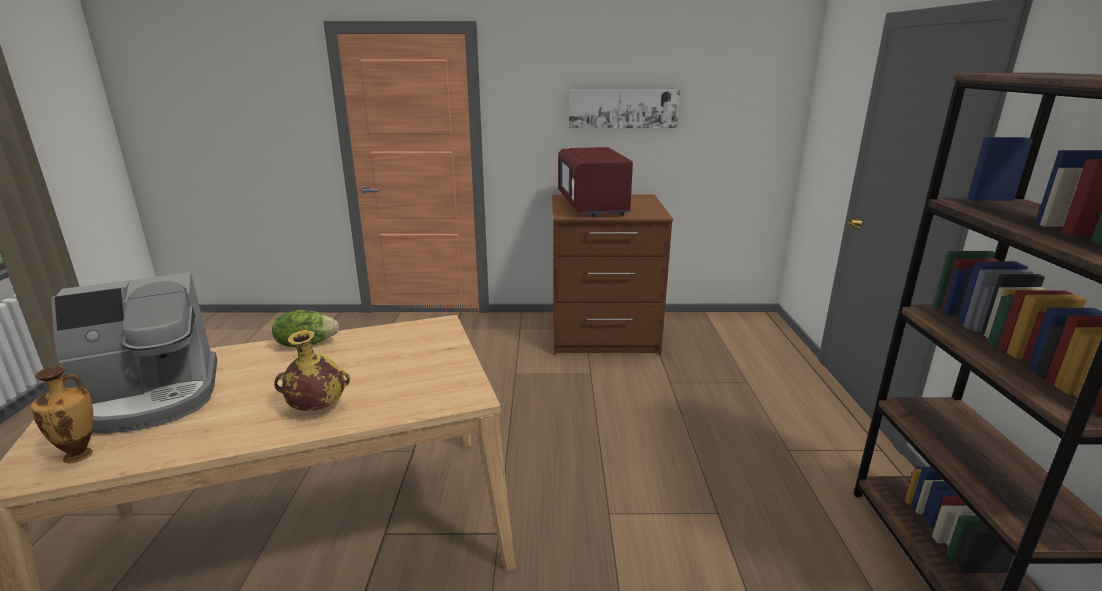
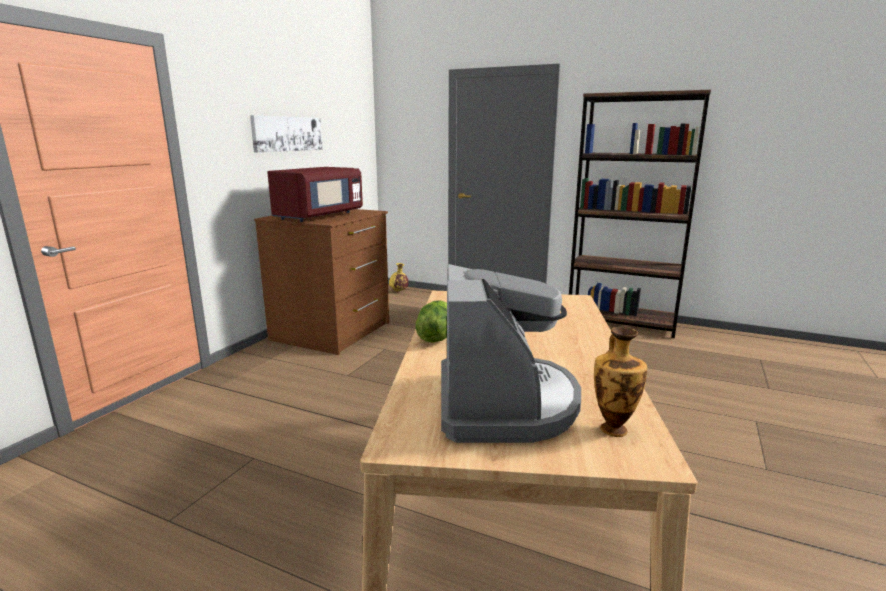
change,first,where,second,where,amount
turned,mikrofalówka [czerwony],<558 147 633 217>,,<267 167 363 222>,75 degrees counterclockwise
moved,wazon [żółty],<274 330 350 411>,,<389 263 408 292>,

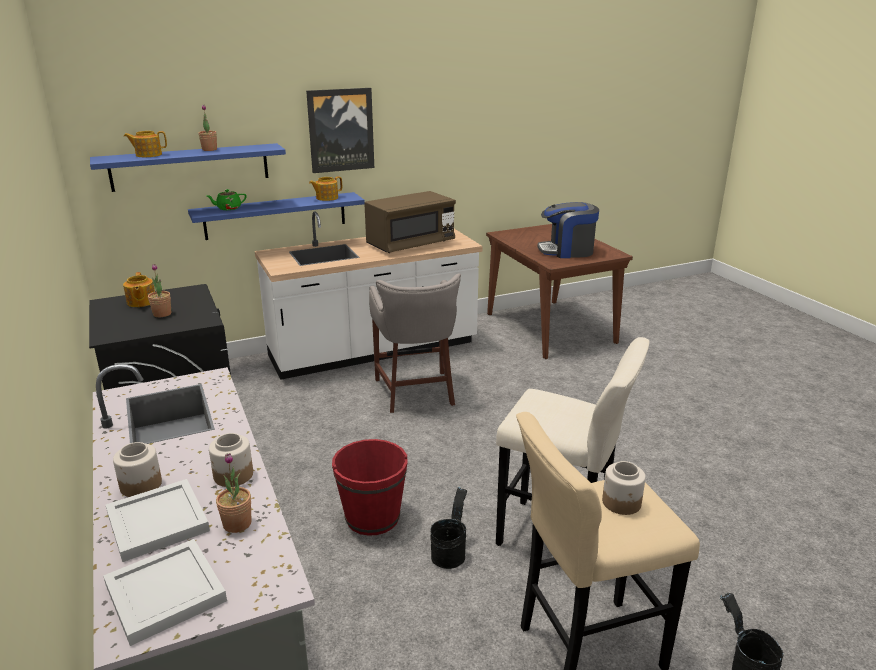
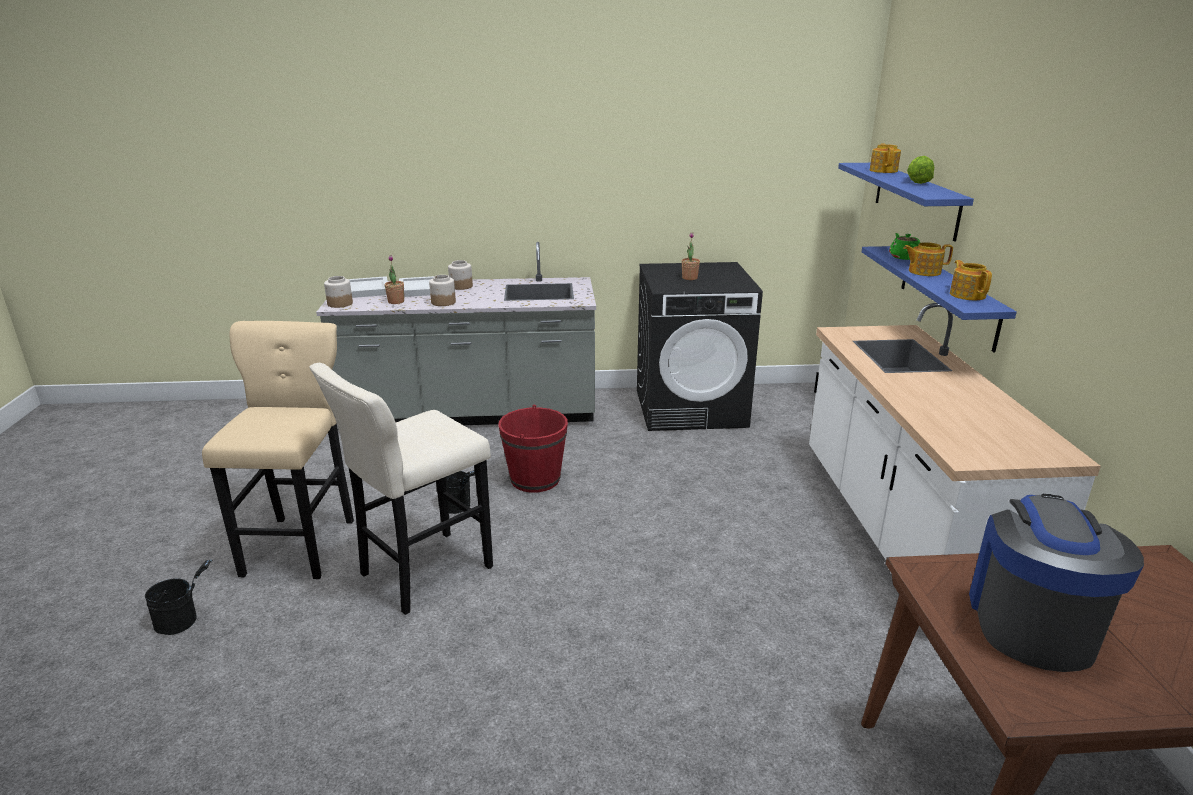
change,first,where,second,where,amount
moved,słoik,<602 461 646 515>,,<324 276 353 308>,
moved,imbryk,<123 272 155 307>,,<903 242 953 276>,
replaced,roślina doniczkowa,<198 105 217 151>,sałata,<907 156 934 184>,
removed,obraz,<306 88 374 173>,,,
removed,mikrofalówka [brązowy],<364 191 456 253>,,,
removed,stołek [szary],<369 273 461 413>,,,

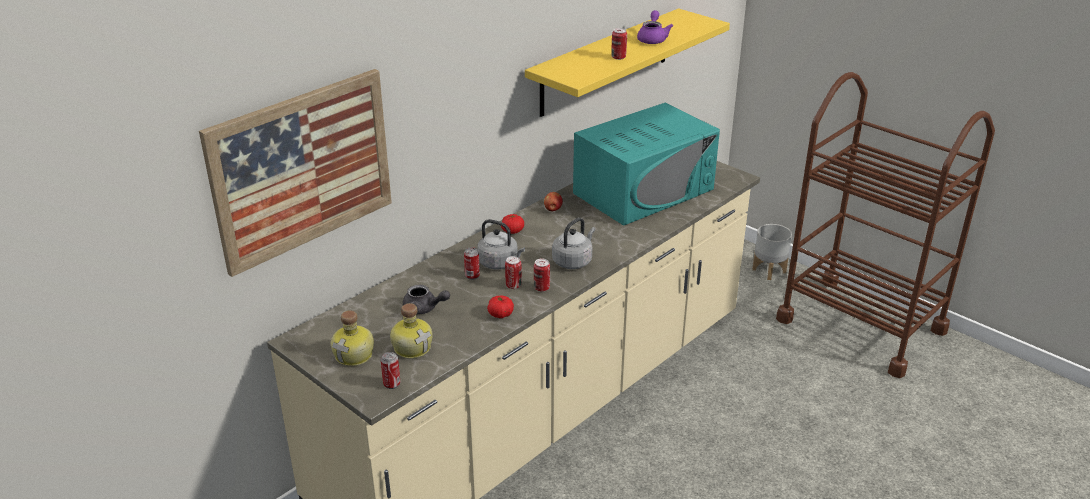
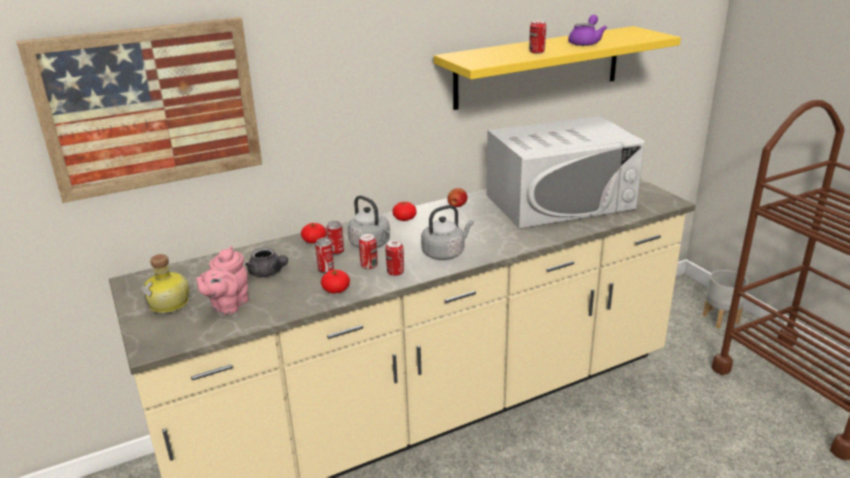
change,first,where,second,where,amount
replaced,butelka,<390 303 433 359>,imbryk [różowy],<196 246 249 315>,
added,,,pomidor,<301 223 327 244>,
moved,puszka,<381 352 400 389>,,<315 238 334 273>,
recoloured,mikrofalówka [turkusowy],<573 103 720 226>,mikrofalówka [biały],<487 116 645 229>,

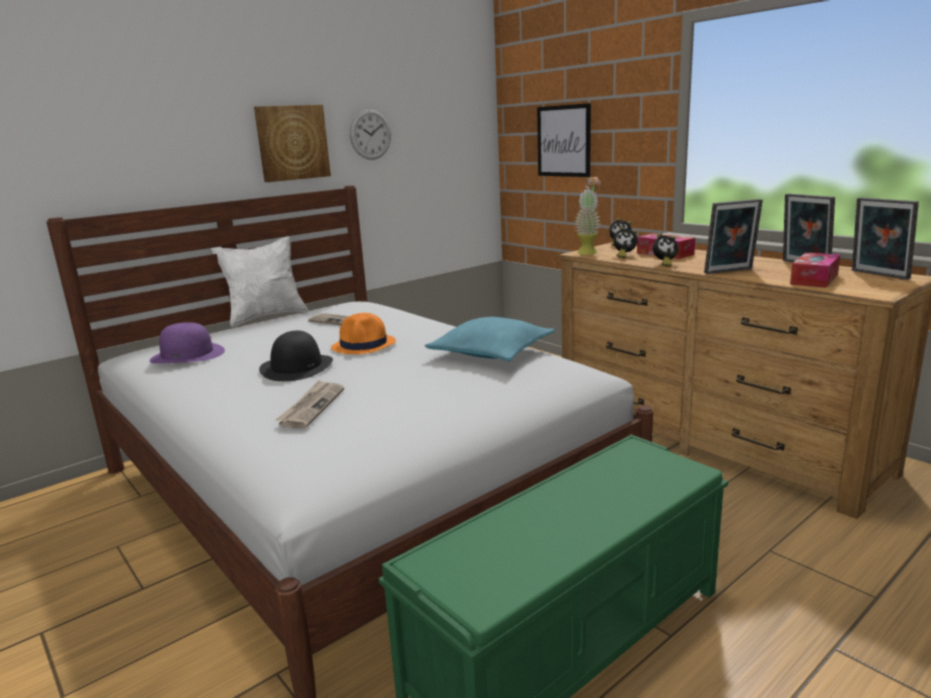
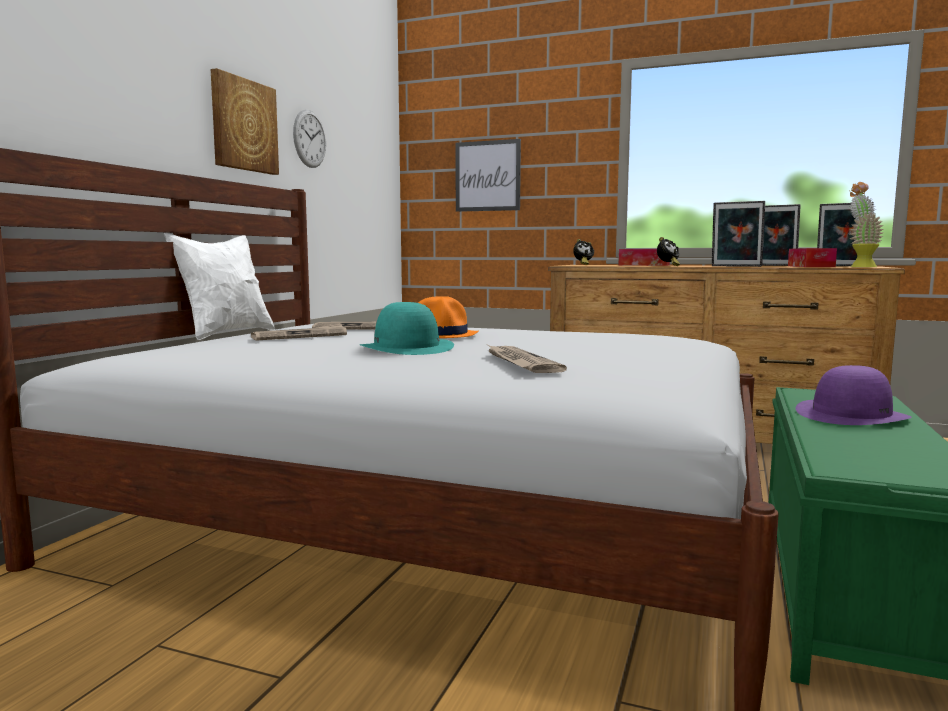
change,first,where,second,where,amount
added,,,gazeta,<251 324 347 341>,
recoloured,kapelusz [czarny],<259 330 333 381>,kapelusz [turkusowy],<360 302 454 355>,
turned,ramka na zdjęcie,<704 199 763 274>,,<712 201 765 267>,75 degrees clockwise
moved,kapelusz [fioletowy],<150 322 225 364>,,<795 365 912 425>,
moved,roślina doniczkowa,<574 177 601 255>,,<850 182 884 267>,
removed,poduszka [turkusowy],<425 317 555 361>,,,
removed,budzik,<613 227 638 258>,,,

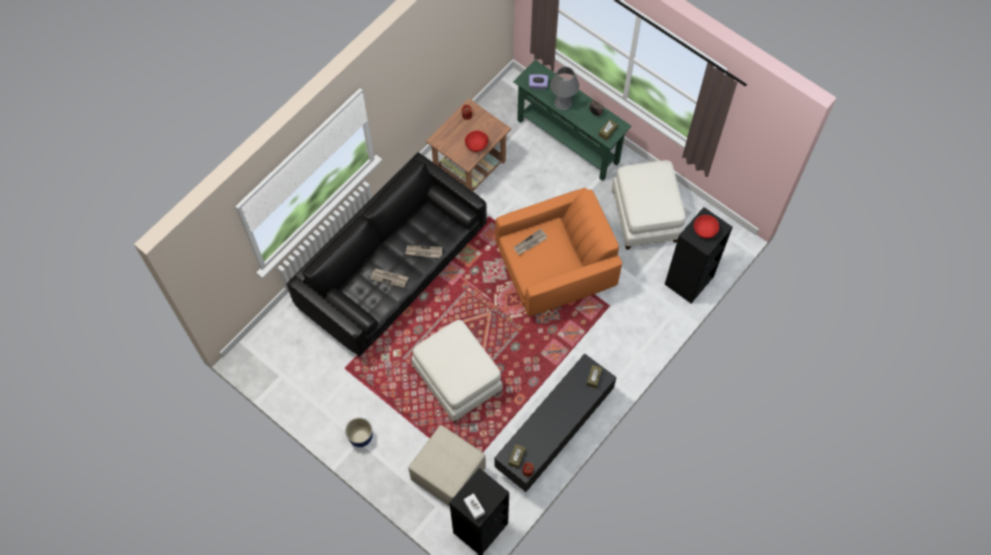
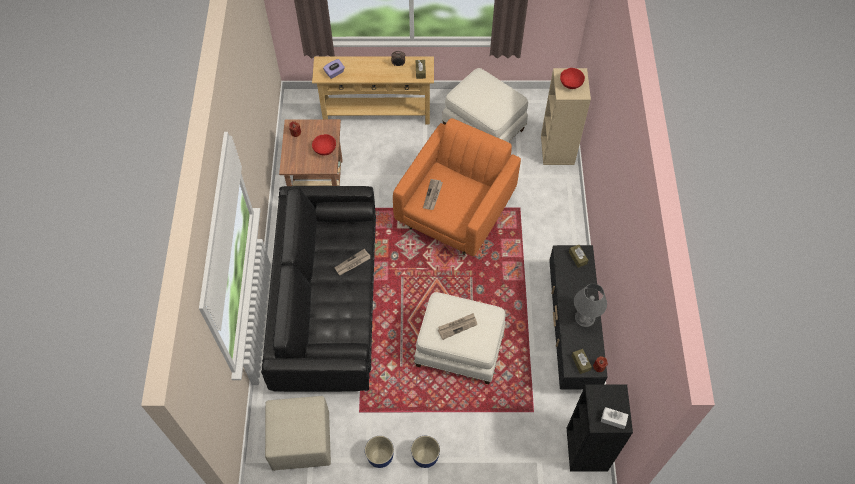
change,first,where,second,where,amount
moved,pufa [beżowy],<408 425 486 507>,,<265 396 331 471>,
recoloured,stolik konsolowy [zielony],<513 60 632 181>,stolik konsolowy [beżowy],<312 56 434 124>,
added,,,donica,<365 436 394 468>,
moved,gazeta,<370 268 409 288>,,<438 313 477 340>,
recoloured,regał [czarny],<665 207 733 303>,regał [beżowy],<541 68 591 165>,
moved,lampa stołowa [szary],<550 67 579 110>,,<574 284 607 327>,

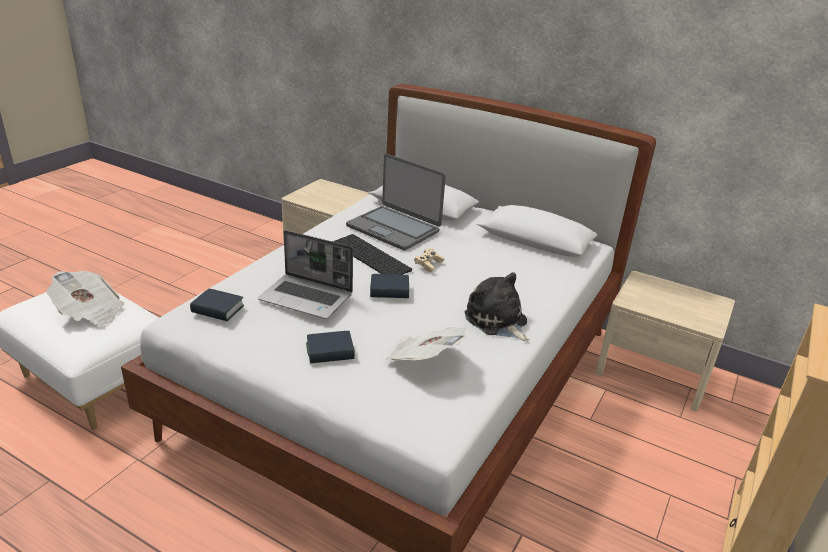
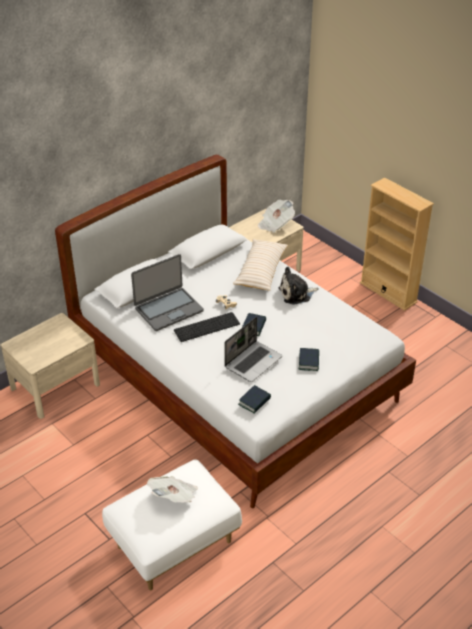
change,first,where,second,where,amount
added,,,poduszka [beżowy],<233 239 288 291>,
moved,gazeta,<386 327 467 361>,,<258 200 295 233>,

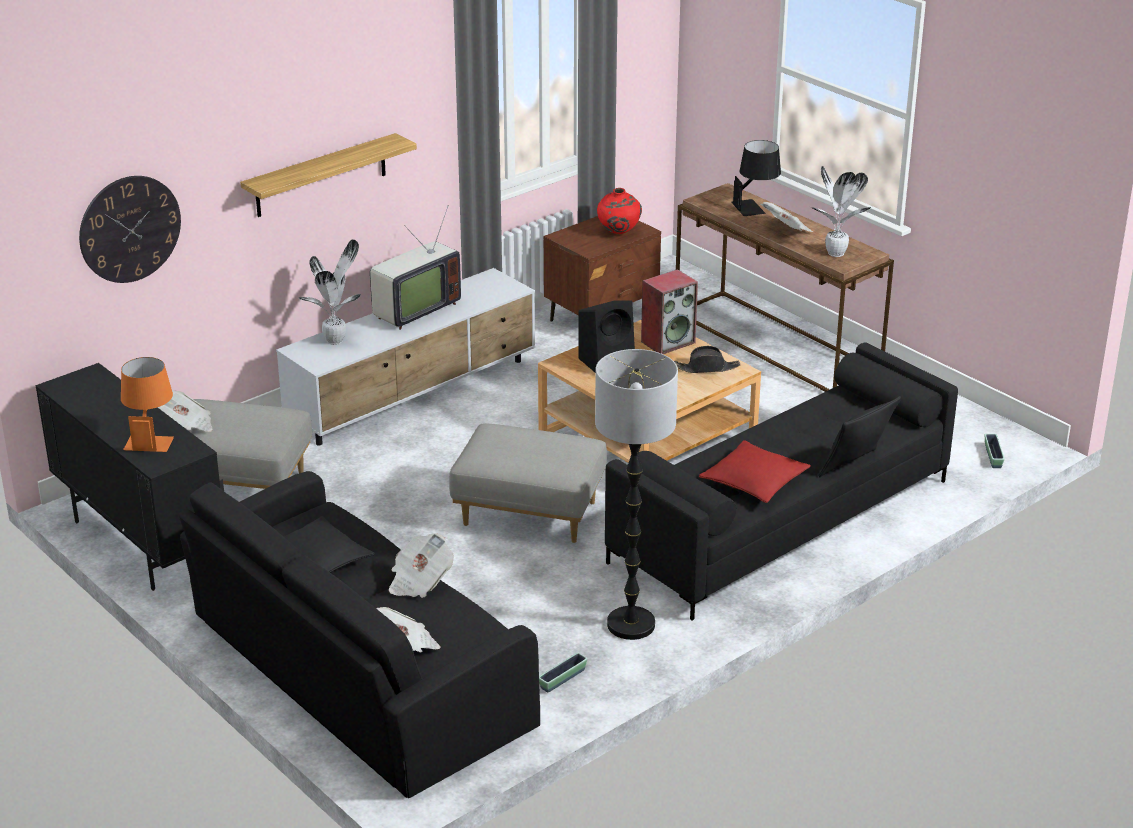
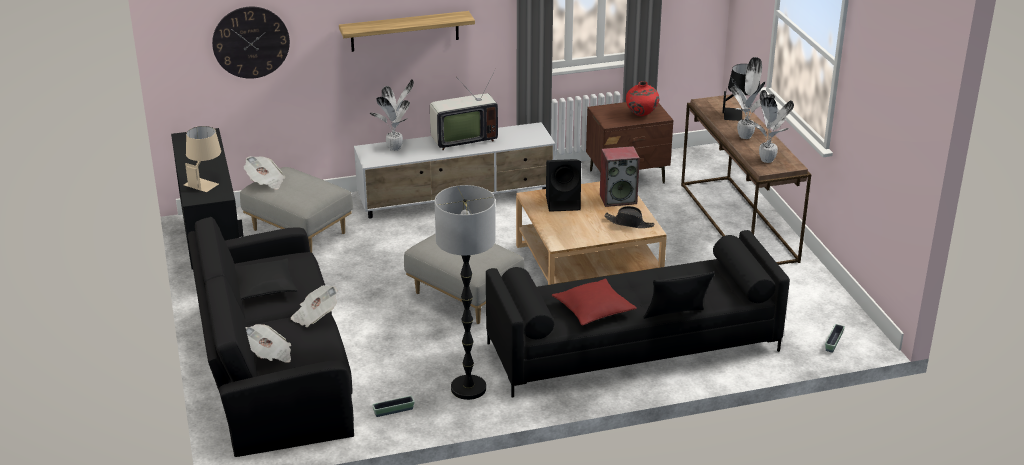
change,first,where,second,where,amount
recoloured,lampa stołowa [pomarańczowy],<121 357 174 452>,lampa stołowa [beżowy],<184 126 221 192>,
replaced,gazeta,<761 202 813 232>,roślina doniczkowa,<731 57 775 139>,

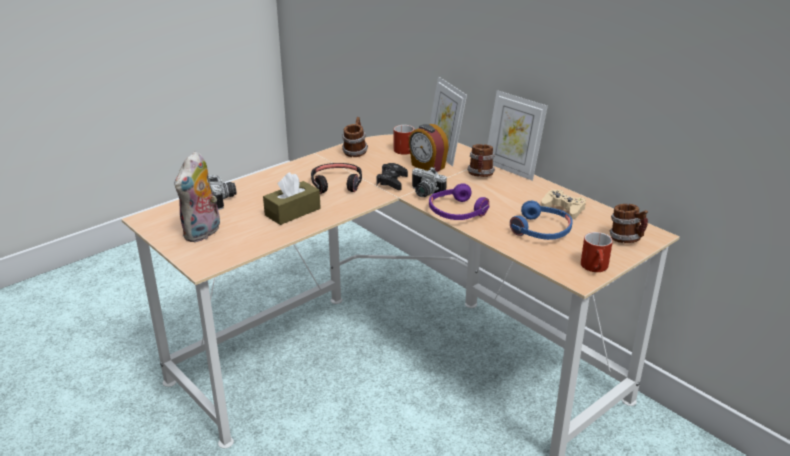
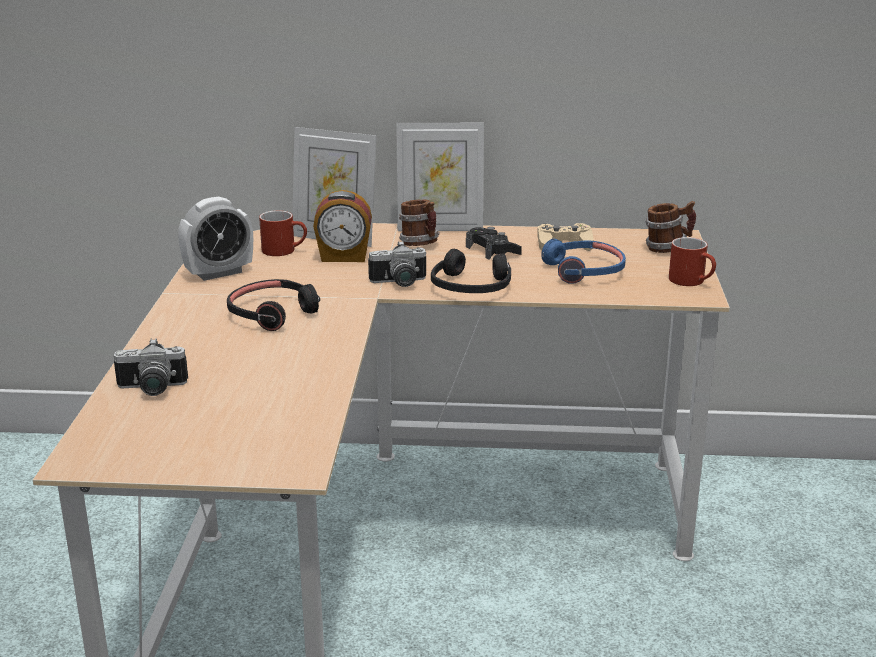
change,first,where,second,where,amount
turned,aparat fotograficzny,<208 175 237 210>,,<114 338 188 396>,150 degrees clockwise
replaced,kubek,<342 117 368 157>,budzik,<178 197 253 281>,
recoloured,słuchawki [fioletowy],<429 183 489 220>,słuchawki [czarny],<431 249 511 293>,
moved,pad do gier [czarny],<376 163 408 190>,,<466 227 522 260>,
removed,pluszak,<175 151 220 242>,,,
removed,pudełko chusteczek [brązowy],<263 172 321 225>,,,

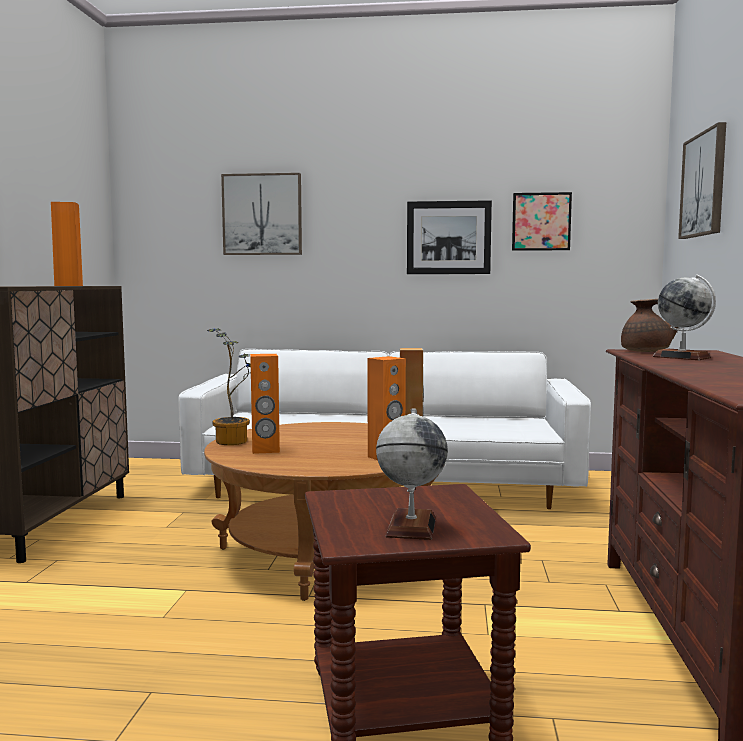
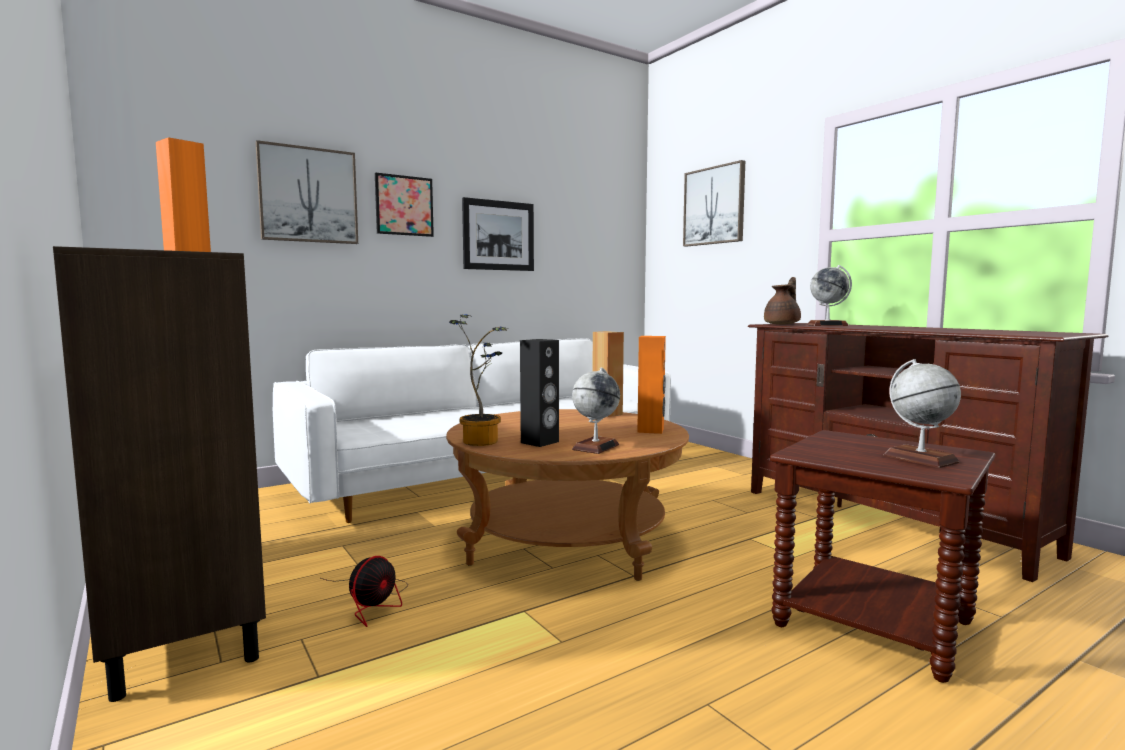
change,first,where,second,where,amount
added,,,wentylator,<321 556 408 627>,
moved,obraz,<512 192 572 251>,,<375 172 434 237>,
recoloured,głośnik [pomarańczowy],<250 354 280 454>,głośnik [czarny],<520 339 559 447>,
added,,,globus,<572 368 620 454>,

